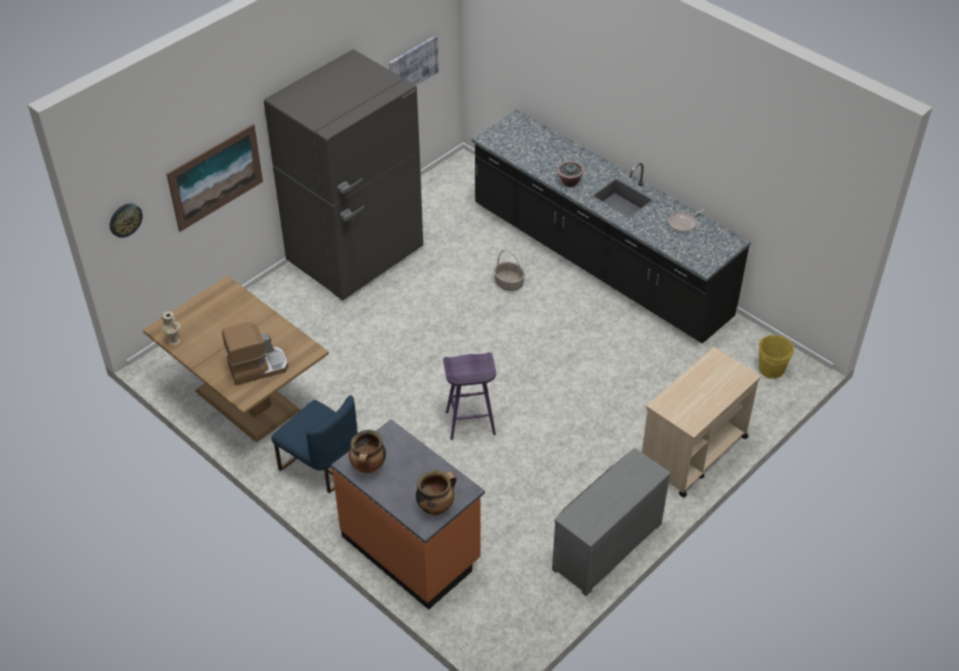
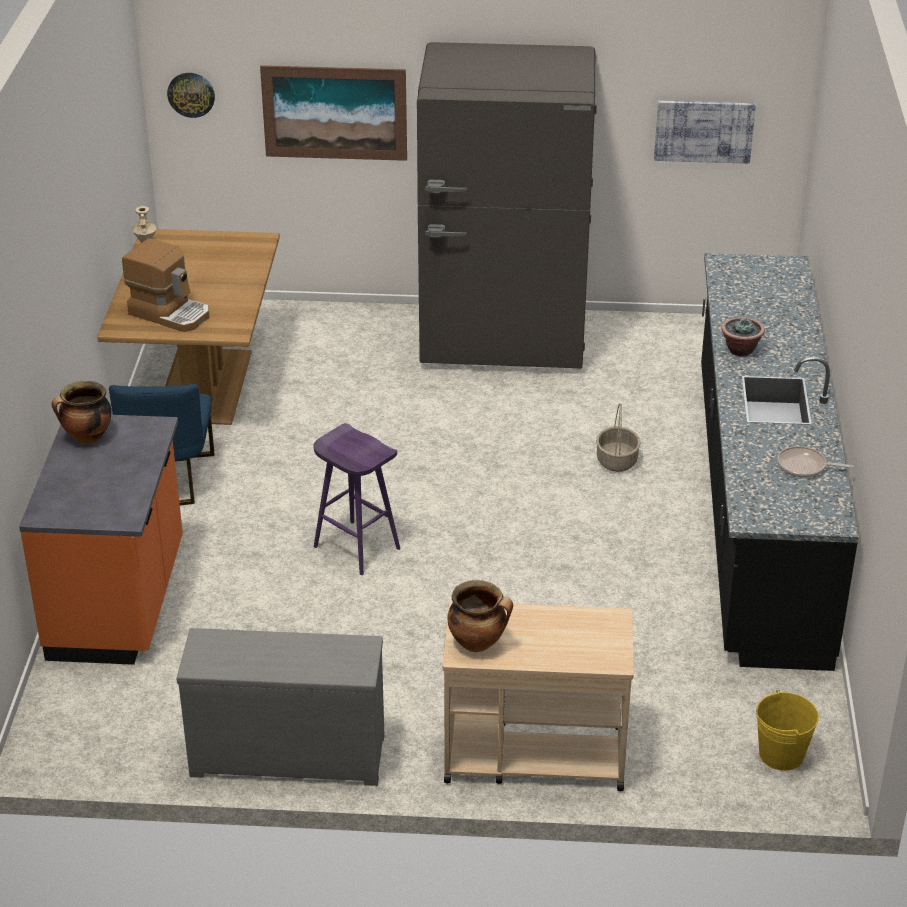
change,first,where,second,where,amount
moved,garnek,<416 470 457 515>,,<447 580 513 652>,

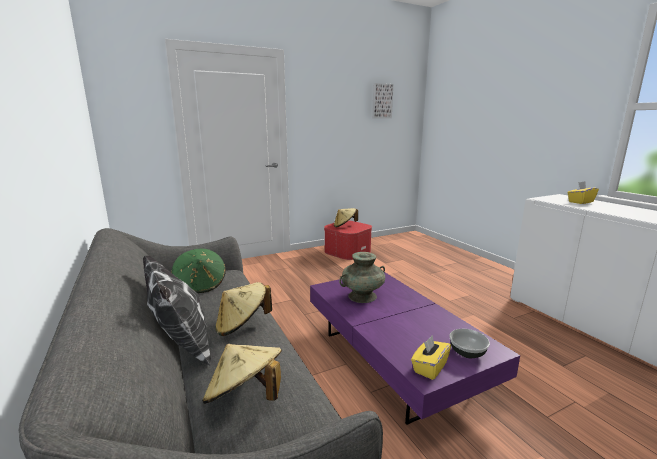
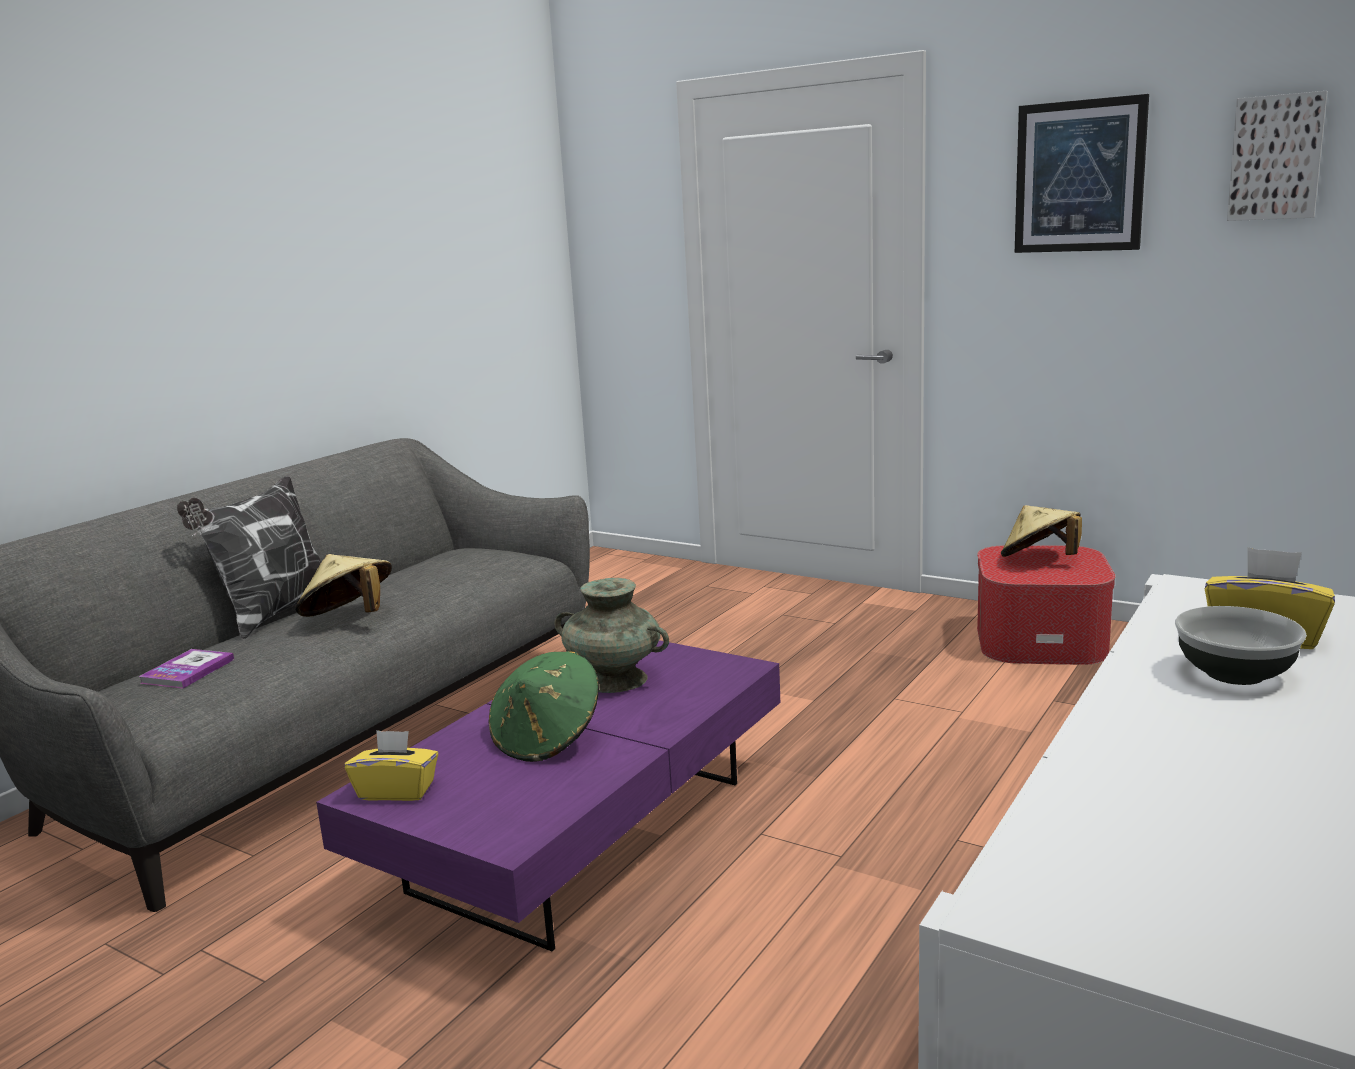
change,first,where,second,where,amount
replaced,kapelusz [beżowy],<202 344 282 404>,książka,<139 649 234 689>,
moved,kapelusz [zielony],<171 249 226 293>,,<488 651 599 762>,
added,,,obraz,<1015 94 1149 253>,
moved,miska,<449 329 490 358>,,<1175 606 1307 685>,

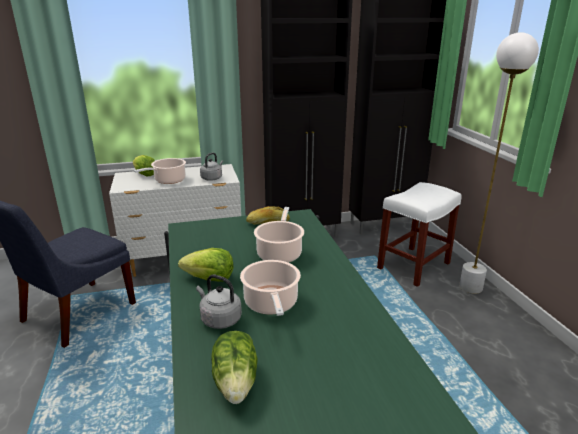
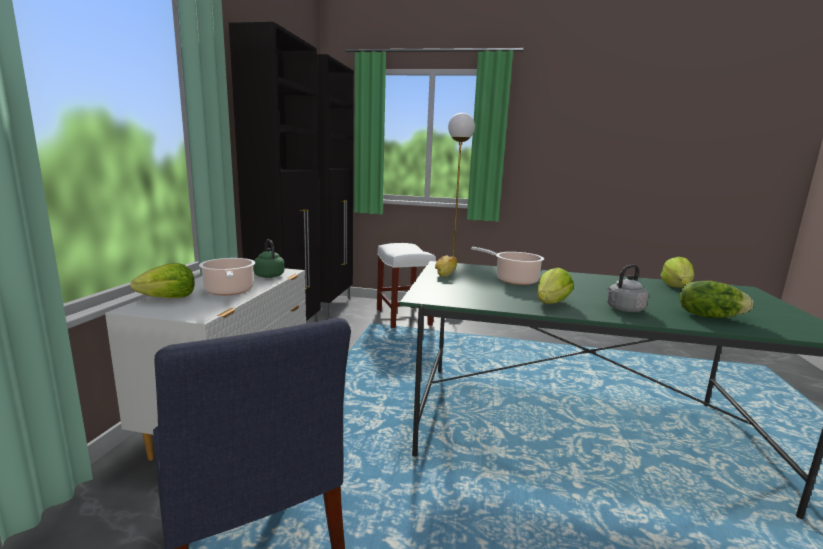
change,first,where,second,where,amount
recoloured,czajnik [szary],<200 152 223 181>,czajnik [zielony],<253 239 285 278>,
added,,,sałata,<661 257 694 288>,
removed,garnek,<240 260 301 316>,,,

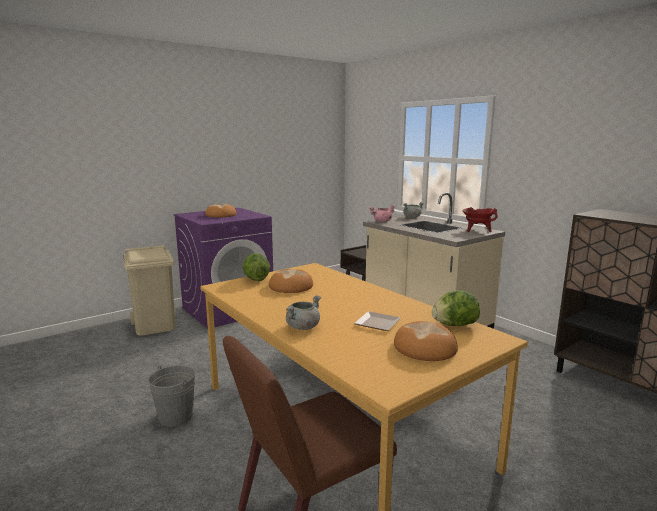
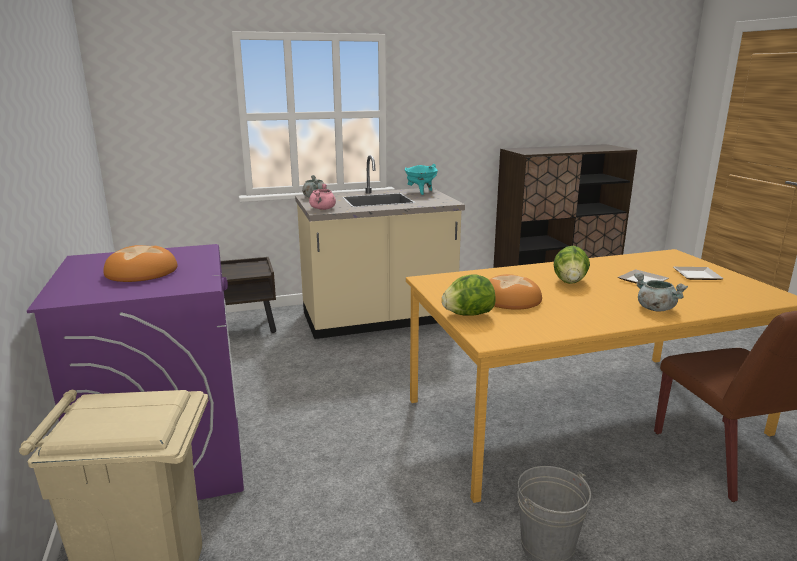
change,first,where,second,where,amount
recoloured,garnek [czerwony],<463 207 498 232>,garnek [turkusowy],<405 164 438 195>,
moved,sałata,<432 290 480 326>,,<554 246 590 284>,
replaced,chleb,<394 321 458 361>,talerz,<673 267 724 280>,

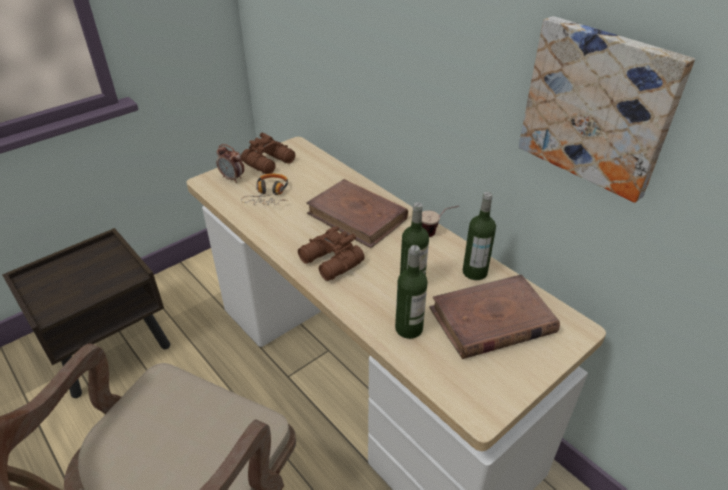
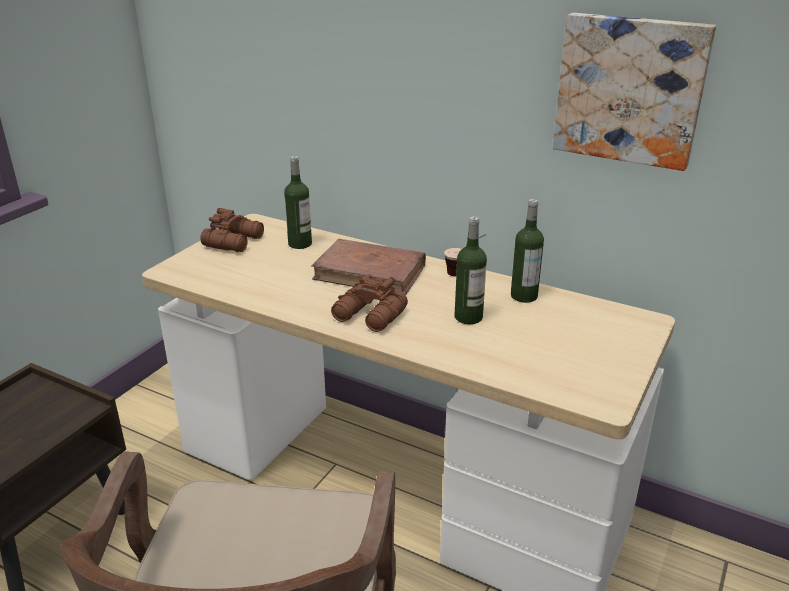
change,first,where,second,where,amount
moved,butelka,<395 245 428 339>,,<284 156 312 249>,
removed,budzik,<216 144 244 183>,,,
removed,słuchawki,<241 174 288 205>,,,
removed,książka [brązowy],<429 274 560 359>,,,

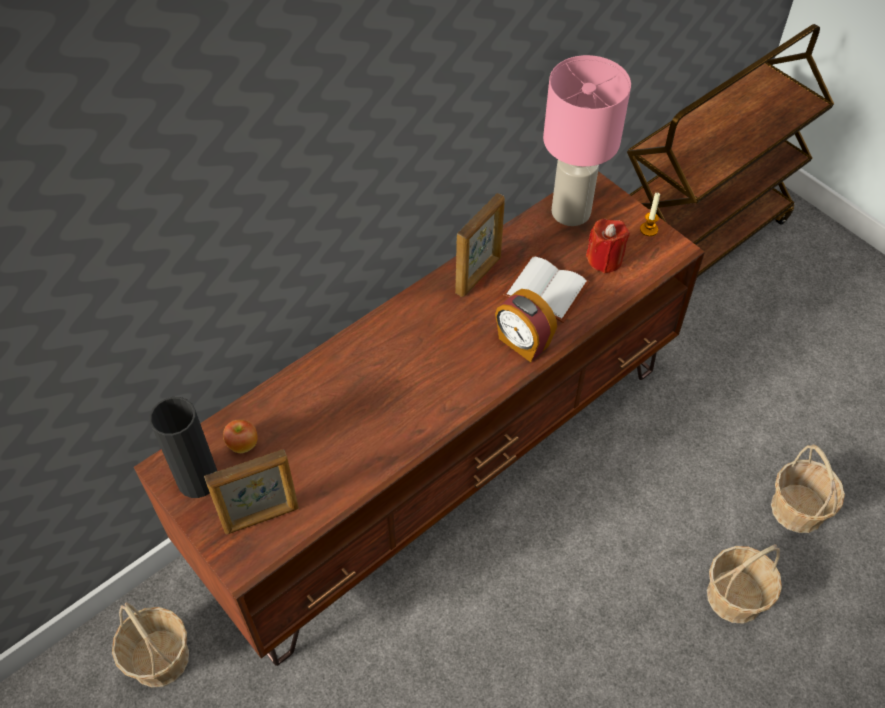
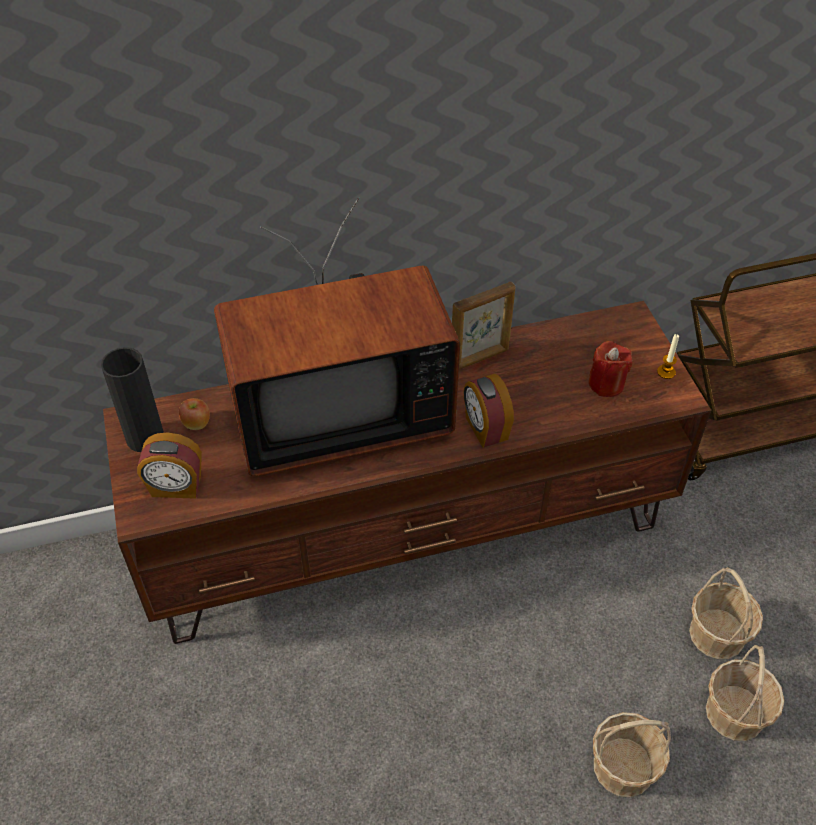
change,first,where,second,where,amount
replaced,ramka na zdjęcie,<204 449 299 534>,budzik,<137 432 202 499>,
added,,,telewizor,<214 197 460 476>,
moved,koszyk,<112 602 189 687>,,<689 567 763 659>,
removed,książka [biały],<503 256 590 323>,,,
removed,lampa stołowa [różowy],<543 55 631 226>,,,

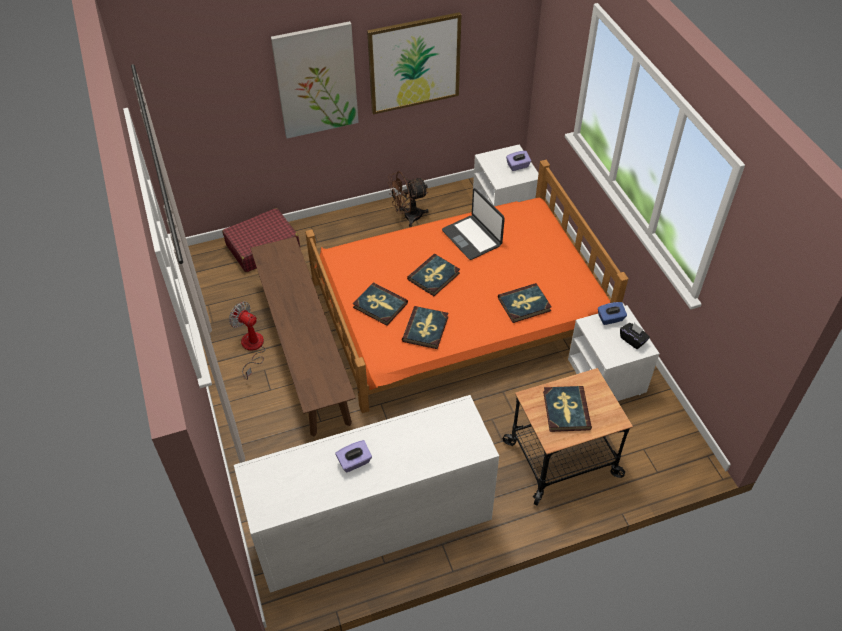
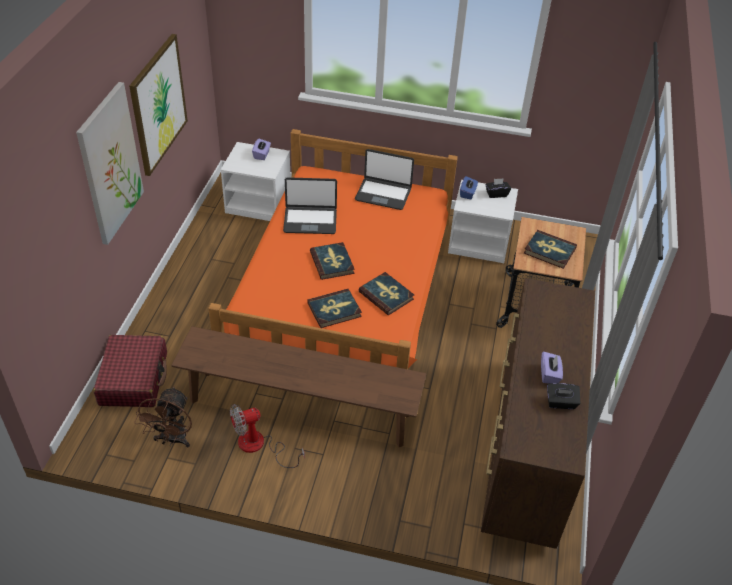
change,first,where,second,where,amount
moved,wentylator [brązowy],<388 171 429 227>,,<134 386 192 447>,
added,,,laptop,<355 149 414 210>,
recoloured,komoda [biały],<234 395 499 593>,komoda [brązowy],<481 278 595 549>,
added,,,pudełko chusteczek [czarny],<547 383 581 409>,
removed,książka,<498 283 552 323>,,,

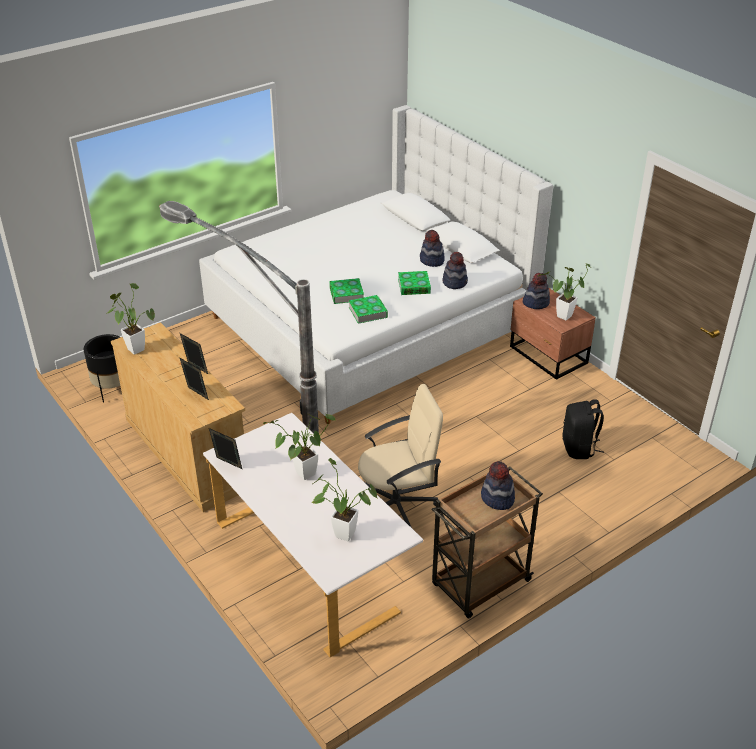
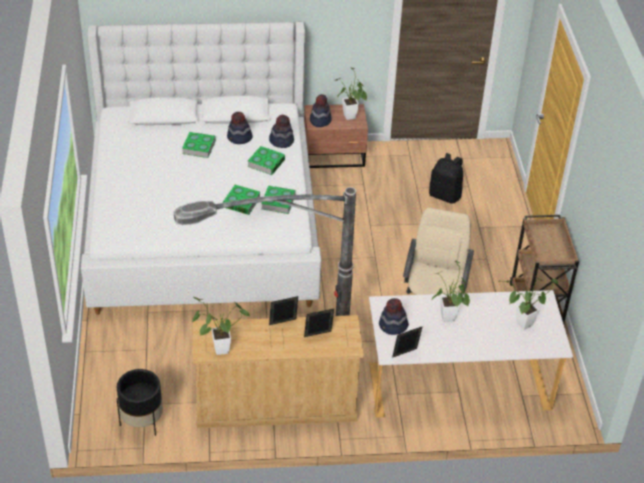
change,first,where,second,where,amount
added,,,książka,<182 132 216 158>,
moved,kapelusz,<481 461 515 510>,,<379 298 409 335>,

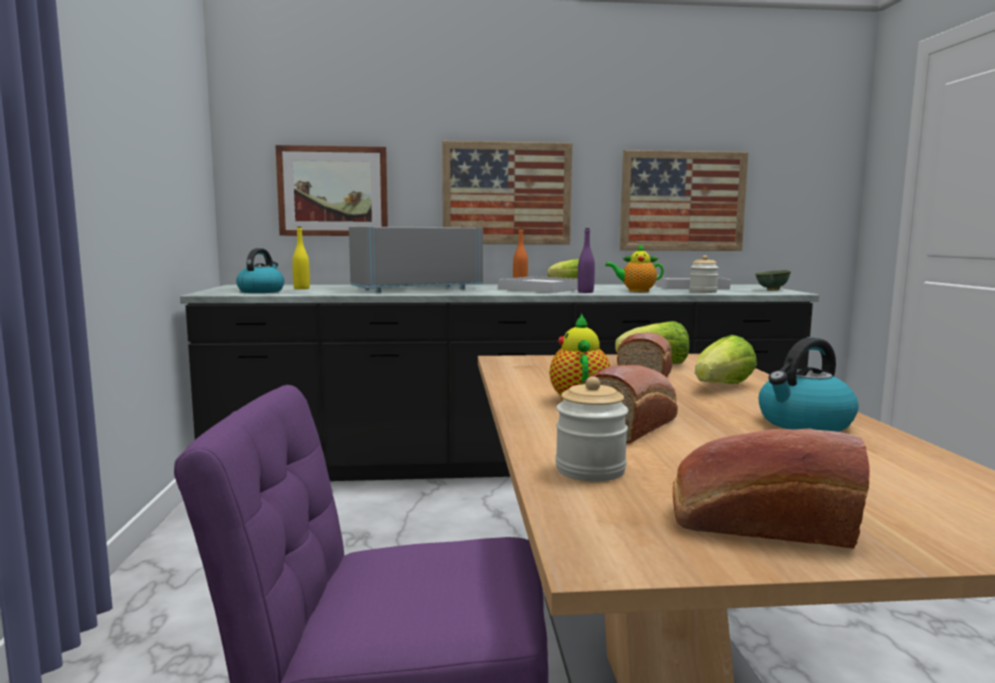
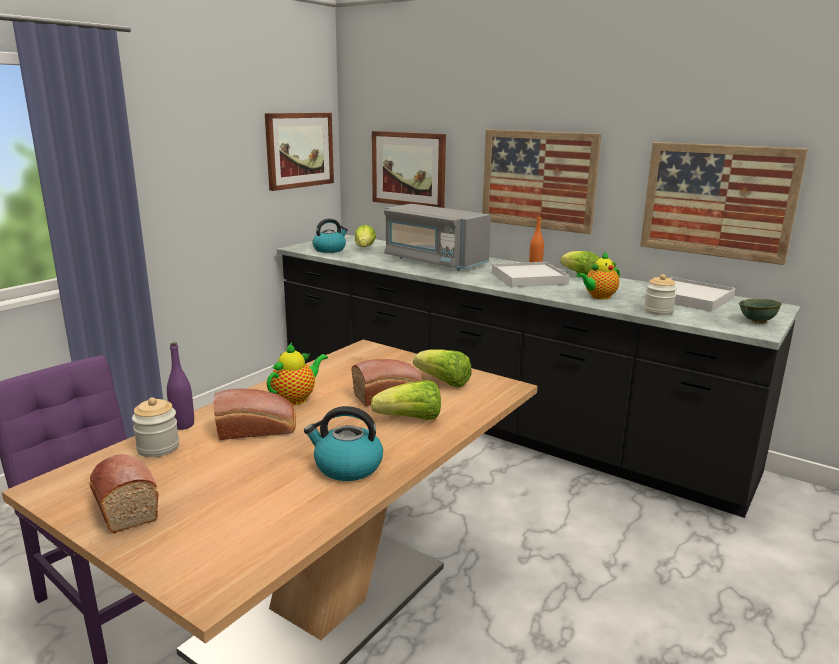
change,first,where,second,where,amount
moved,butelka [fioletowy],<578 228 595 293>,,<167 342 194 430>,
added,,,obraz,<265 113 334 191>,
replaced,butelka [żółty],<292 227 310 289>,sałata,<355 225 376 247>,
turned,mikrofalówka [szary],<349 227 483 293>,,<384 204 491 270>,150 degrees counterclockwise
turned,imbryk,<605 244 664 292>,,<576 251 620 300>,75 degrees counterclockwise

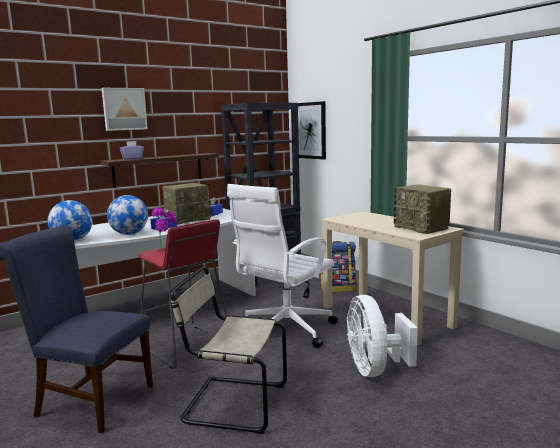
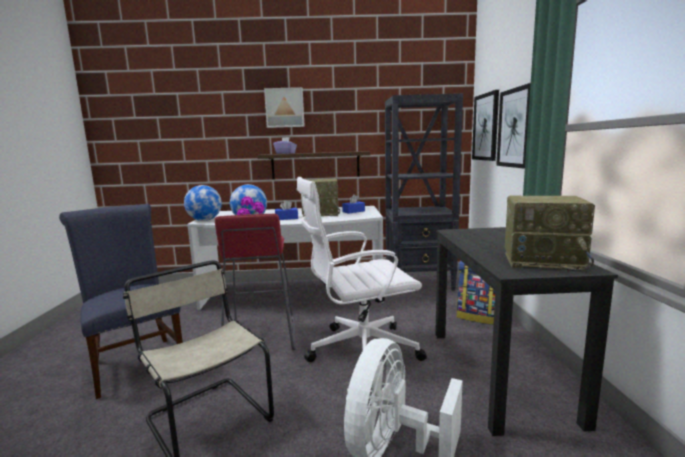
change,first,where,second,where,amount
recoloured,biurko [beżowy],<321 211 464 346>,biurko [czarny],<435 227 618 436>,
added,,,obraz,<496 83 531 169>,
turned,radio,<394 184 451 234>,,<505 195 595 271>,75 degrees counterclockwise

